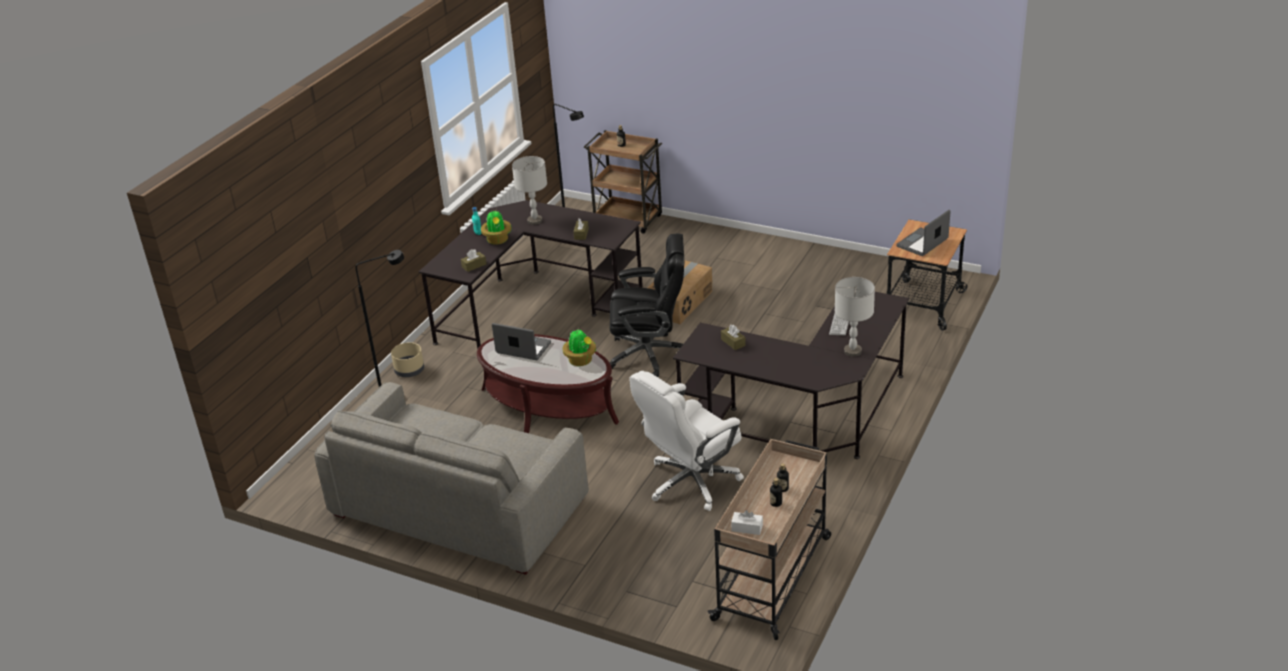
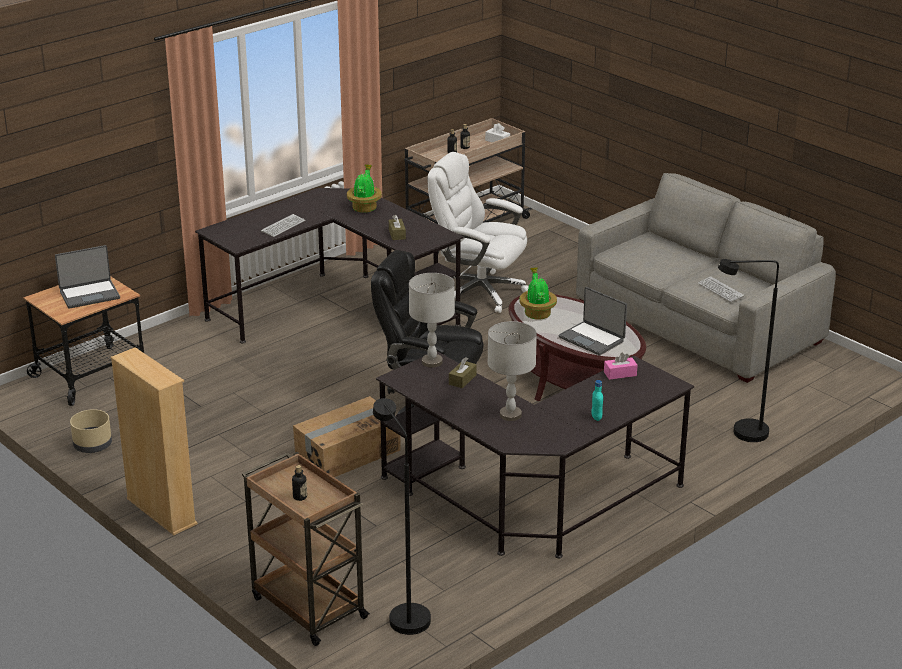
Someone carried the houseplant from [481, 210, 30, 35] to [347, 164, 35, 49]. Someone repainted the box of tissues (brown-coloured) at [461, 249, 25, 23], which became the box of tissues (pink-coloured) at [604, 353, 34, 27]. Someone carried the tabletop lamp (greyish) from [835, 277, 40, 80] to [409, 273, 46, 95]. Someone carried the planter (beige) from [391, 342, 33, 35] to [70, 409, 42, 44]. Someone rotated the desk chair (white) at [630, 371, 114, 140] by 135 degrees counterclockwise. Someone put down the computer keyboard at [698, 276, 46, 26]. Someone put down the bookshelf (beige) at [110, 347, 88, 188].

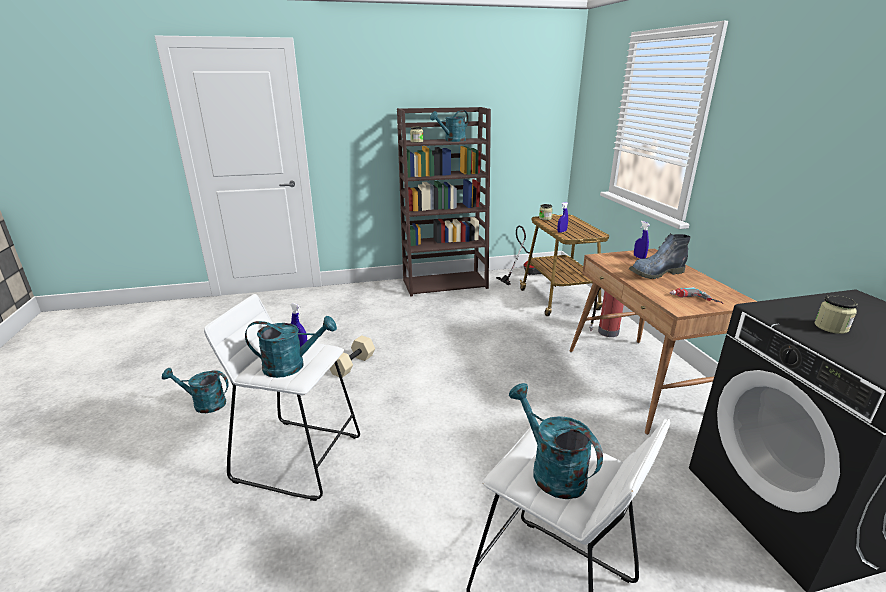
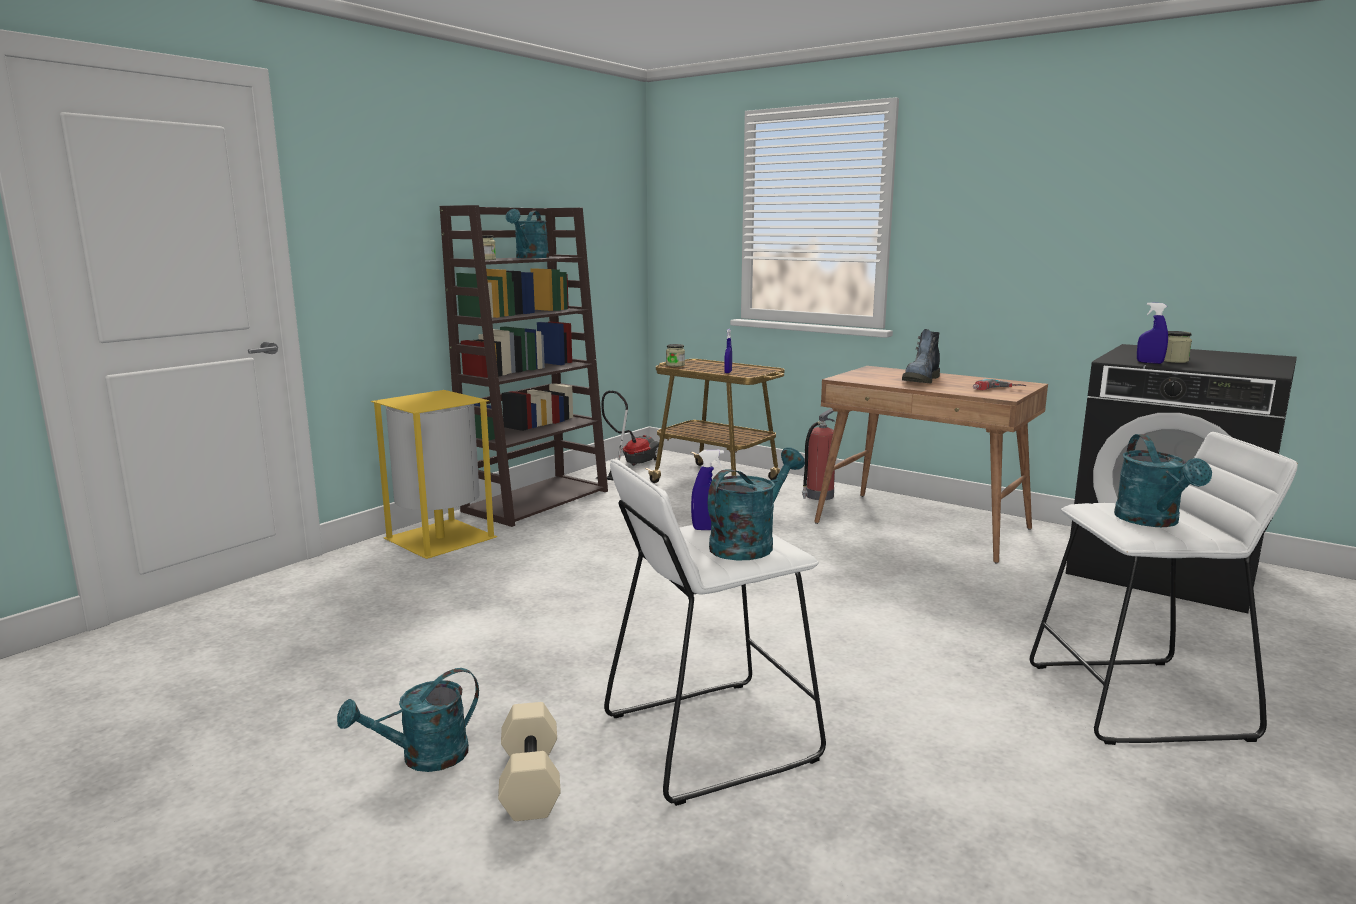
Someone carried the hand sprayer (blue) from [634, 221, 16, 38] to [1137, 302, 31, 62]. Someone carried the hand weight (beige) from [329, 335, 46, 43] to [498, 702, 63, 119]. Someone rotated the sprinkling can (turquoise) at [509, 383, 94, 116] by 105 degrees counterclockwise. Someone put down the rubbish bin (yellowish) at [371, 390, 126, 169].

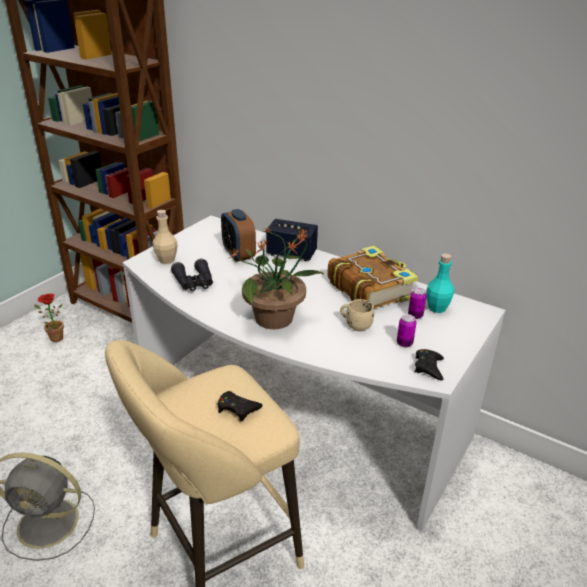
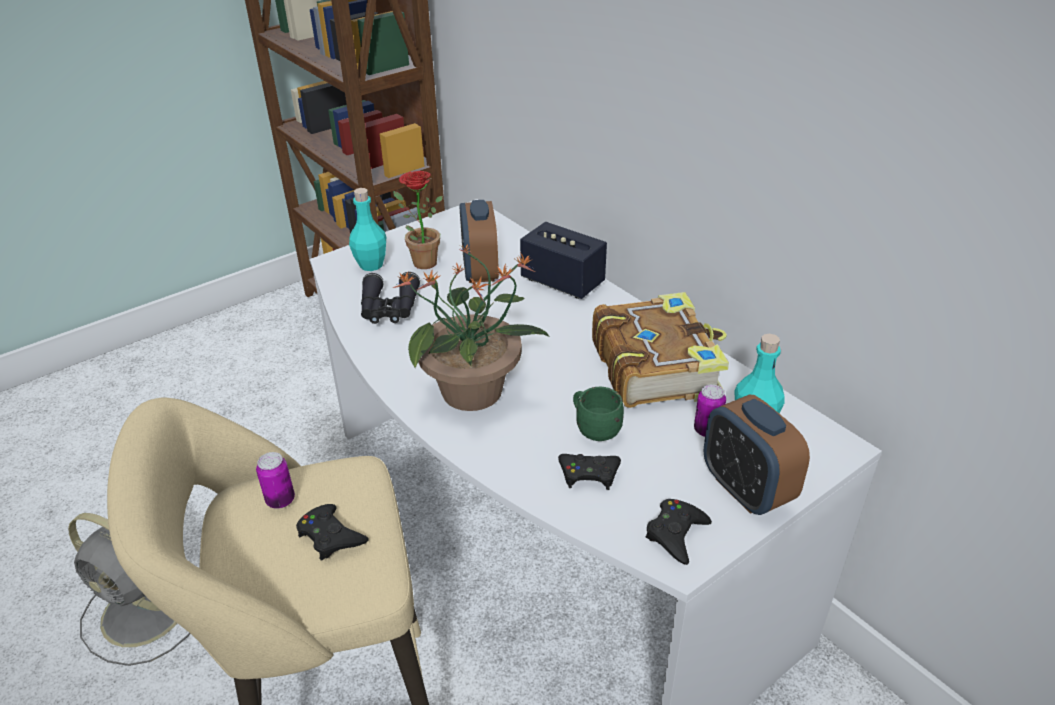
Someone repainted the beverage bottle (beige) at [152, 210, 26, 54], which became the beverage bottle (turquoise) at [349, 188, 37, 83]. Someone carried the houseplant from [34, 293, 30, 49] to [393, 171, 50, 98]. Someone repainted the mug (beige) at [340, 299, 34, 32], which became the mug (greenish) at [573, 387, 51, 54]. Someone carried the metal can from [397, 314, 19, 33] to [256, 452, 39, 57]. Someone put down the bedside clock at [704, 395, 106, 120]. Someone put down the game controller (black-coloured) at [558, 454, 63, 36].

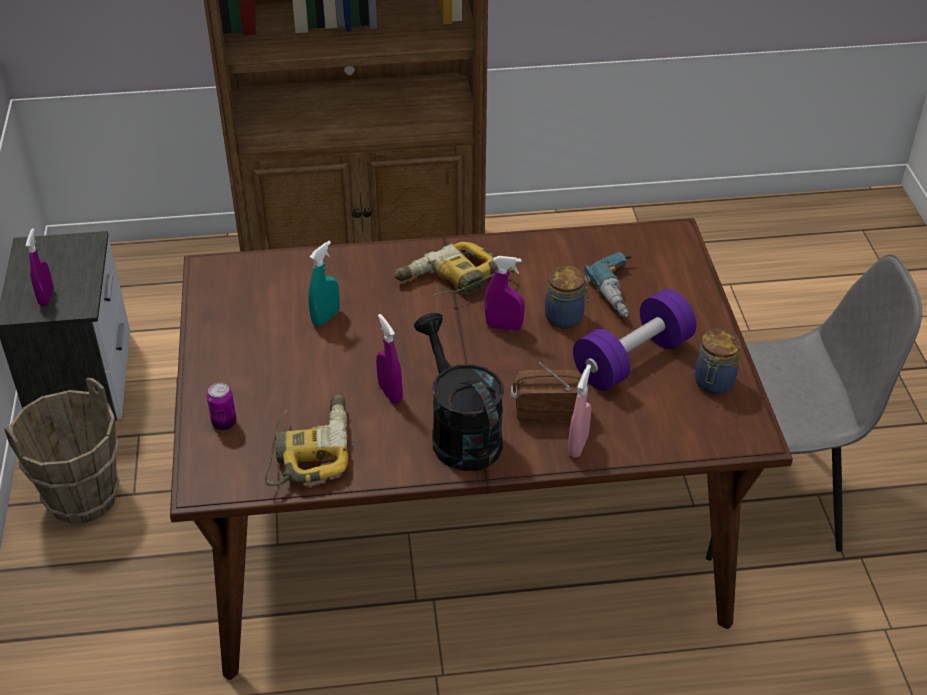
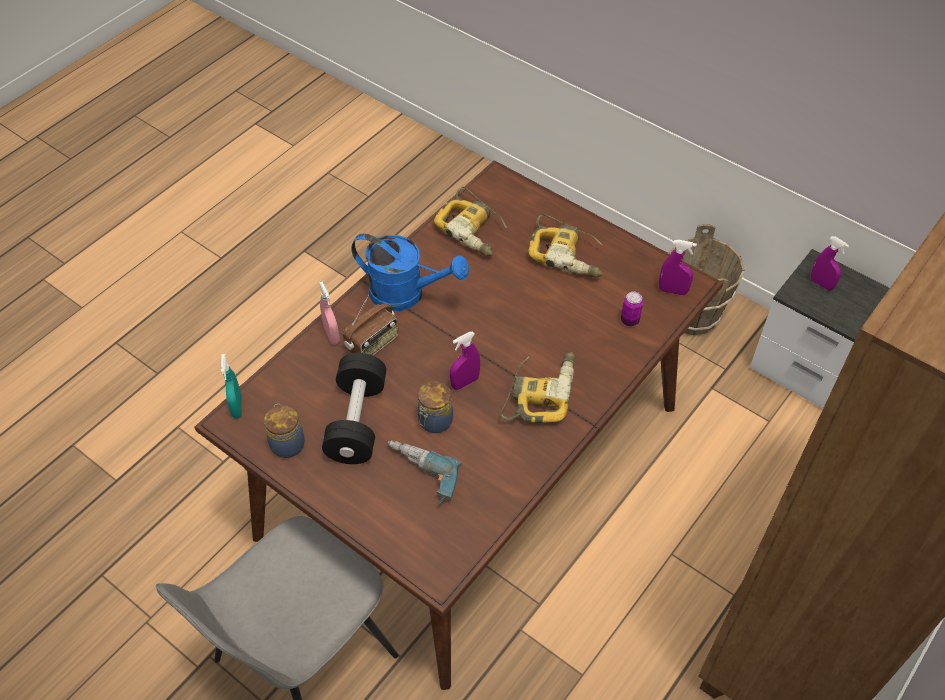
Someone carried the hand sprayer (turquoise) from [308, 241, 32, 85] to [221, 354, 21, 64]. Someone repainted the hand weight (purple-coloured) at [573, 289, 123, 102], which became the hand weight (black-coloured) at [322, 353, 64, 111]. Someone repainted the sprinkling can (black-coloured) at [414, 313, 90, 158], which became the sprinkling can (blue) at [351, 234, 118, 77]. Someone carried the hand sprayer (purple-coloured) from [376, 314, 27, 90] to [659, 240, 38, 55]. Someone carried the metal can from [207, 383, 30, 47] to [621, 292, 22, 34]. Someone put down the power drill at [528, 214, 75, 64].

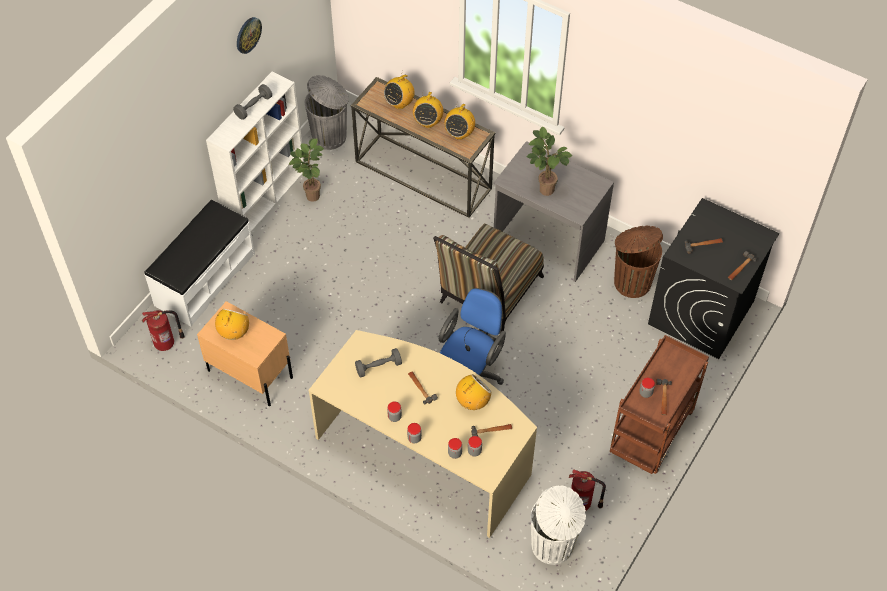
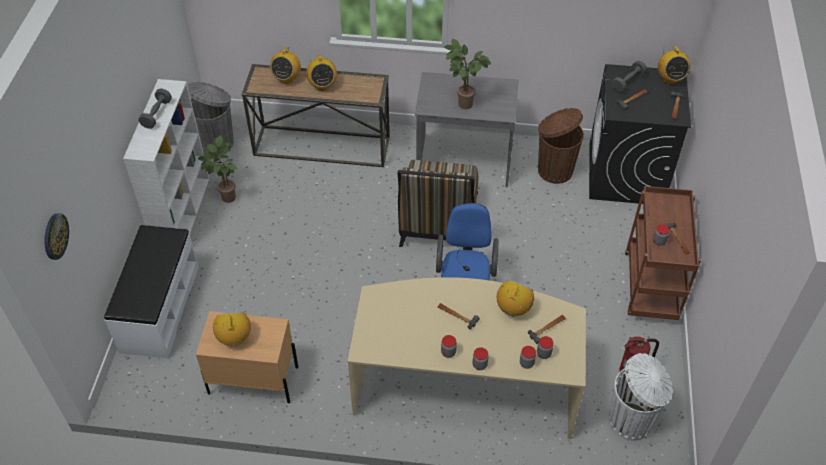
Someone carried the wall clock from [237, 17, 25, 37] to [44, 213, 25, 47]. Someone carried the radio receiver from [444, 104, 31, 36] to [658, 46, 32, 38]. Someone took away the fire-fighting cylinder at [142, 310, 43, 41]. Someone carried the hand weight (greyish) from [355, 348, 47, 29] to [611, 61, 36, 32].

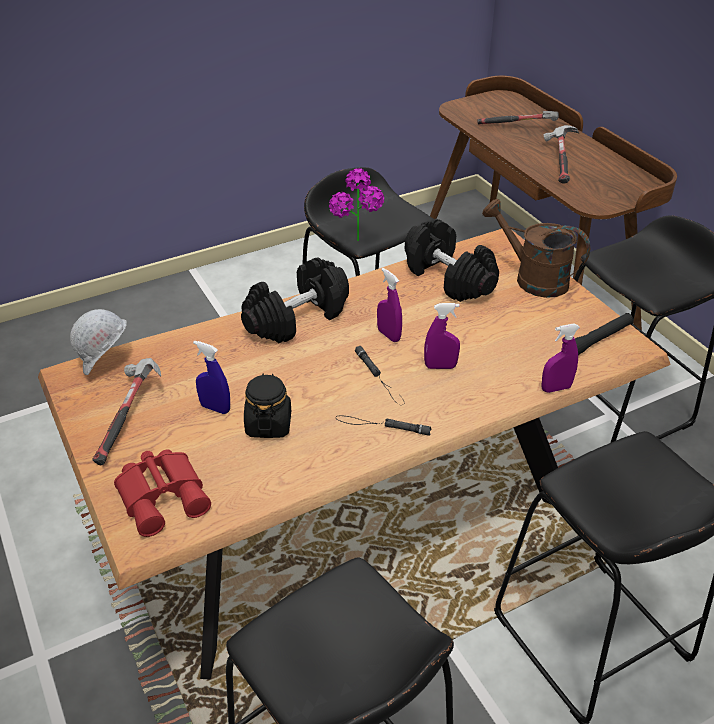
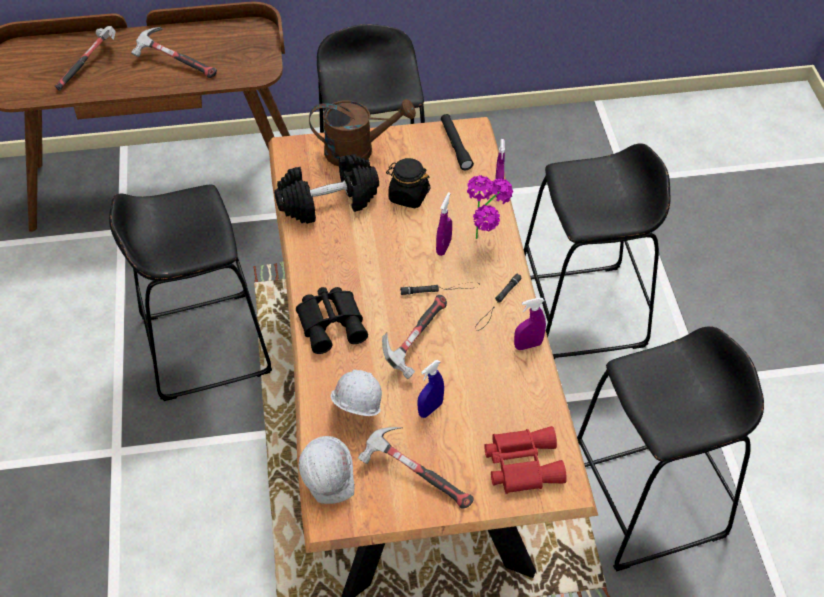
Someone carried the houseplant from [329, 168, 55, 73] to [467, 175, 46, 64]. Someone rotated the sprinkling can (brown-coloured) at [482, 199, 108, 99] by 150 degrees counterclockwise. Someone swapped the hand weight (black-coloured) at [241, 257, 108, 87] for the binoculars (black-coloured) at [296, 287, 72, 67]. Someone carried the hand sprayer (purple-coloured) from [377, 268, 25, 74] to [514, 298, 32, 52]. Someone carried the preserve jar (black-coloured) from [244, 374, 47, 64] to [386, 158, 45, 50]. Someone put down the hand hammer at [382, 295, 65, 84]. Someone put down the safety helmet (white) at [331, 370, 51, 46].

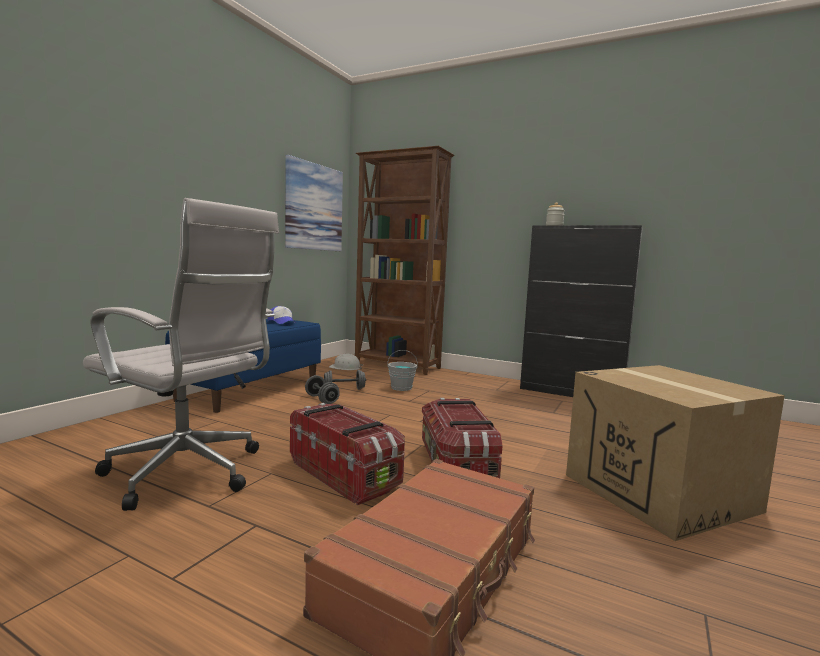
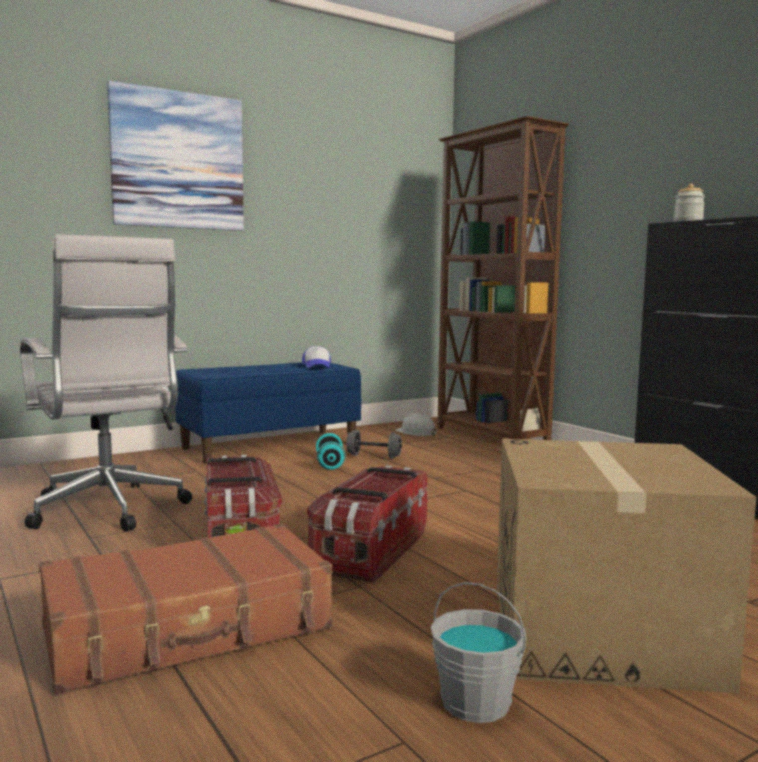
Someone carried the picture from [285, 155, 58, 96] to [107, 81, 137, 150]. Someone carried the water bucket (greyish) from [387, 350, 31, 41] to [431, 582, 95, 141]. Someone repainted the hand weight (greyish) at [305, 375, 35, 29], which became the hand weight (turquoise) at [316, 433, 29, 37].

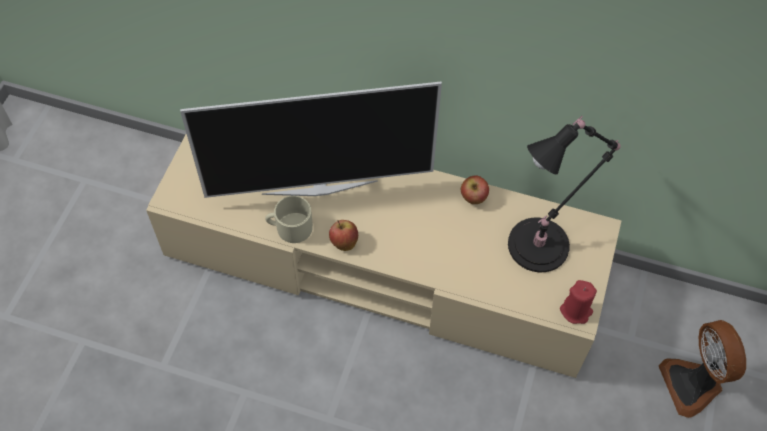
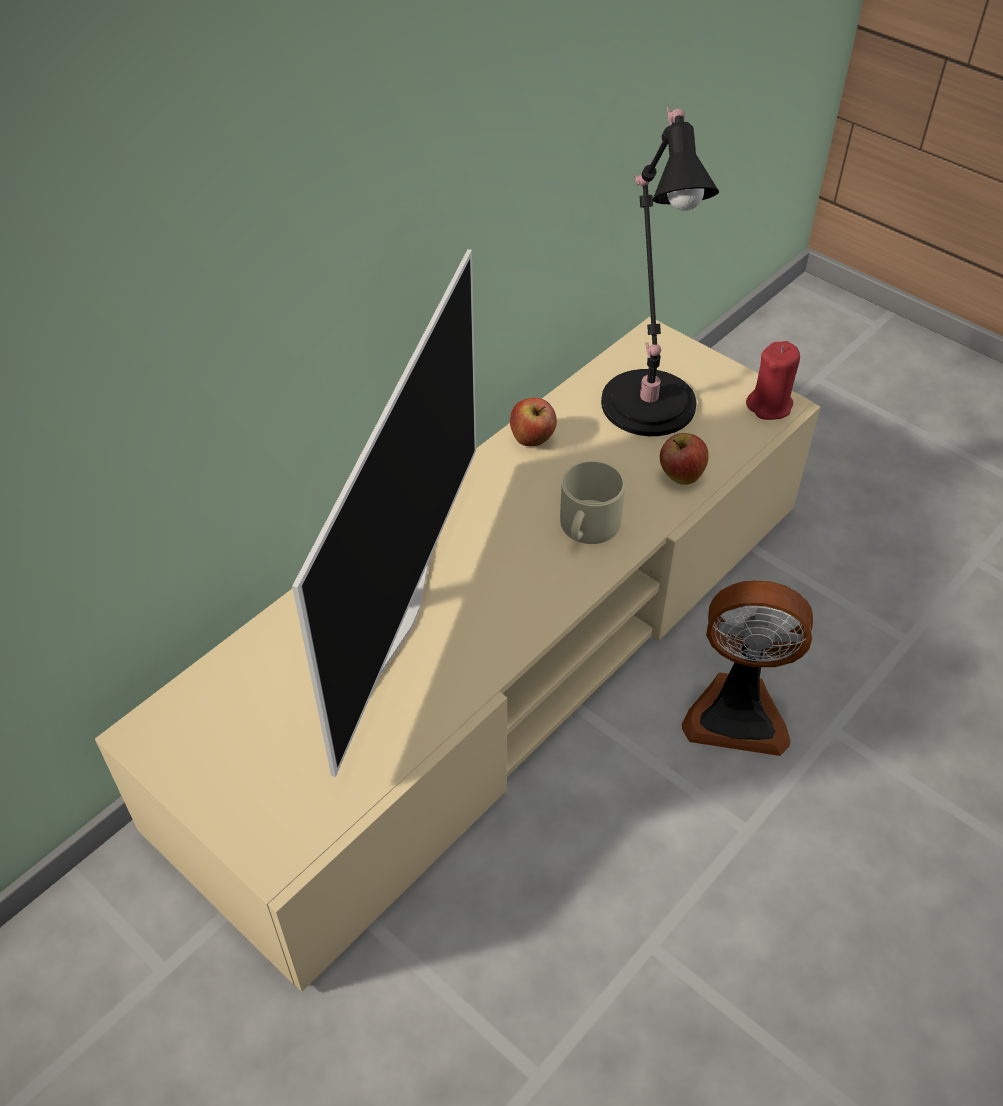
Someone carried the mug (beige) from [265, 196, 48, 47] to [560, 461, 65, 83]. Someone carried the apple from [329, 220, 29, 31] to [660, 433, 48, 52]. Someone carried the fan from [659, 320, 87, 98] to [682, 581, 131, 175].

